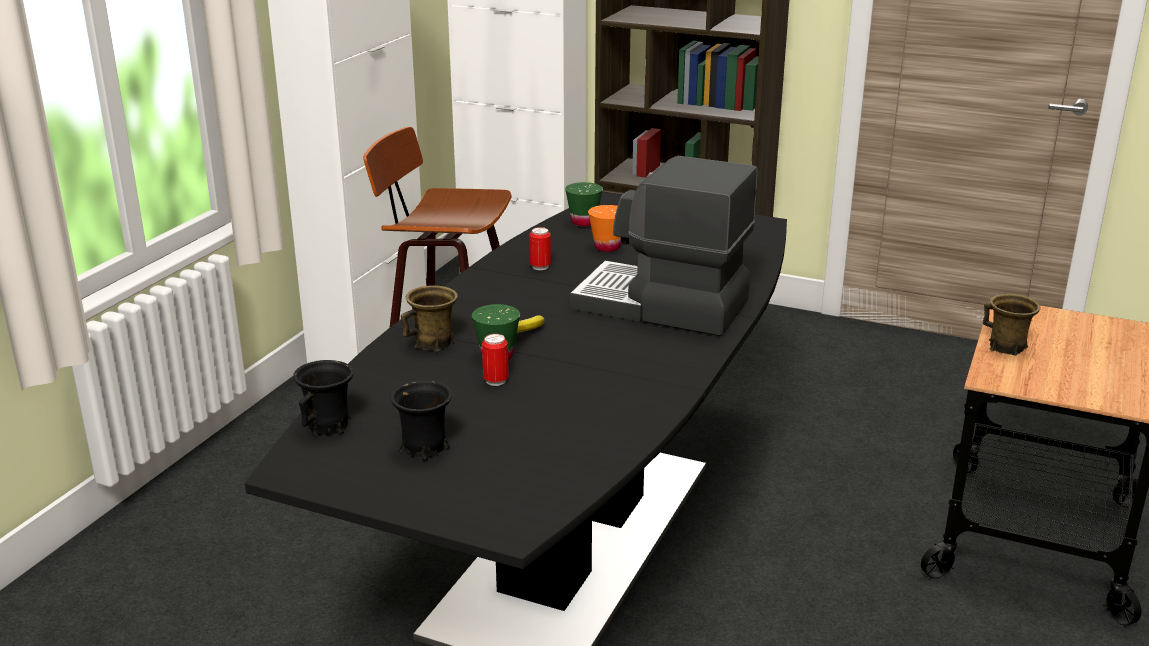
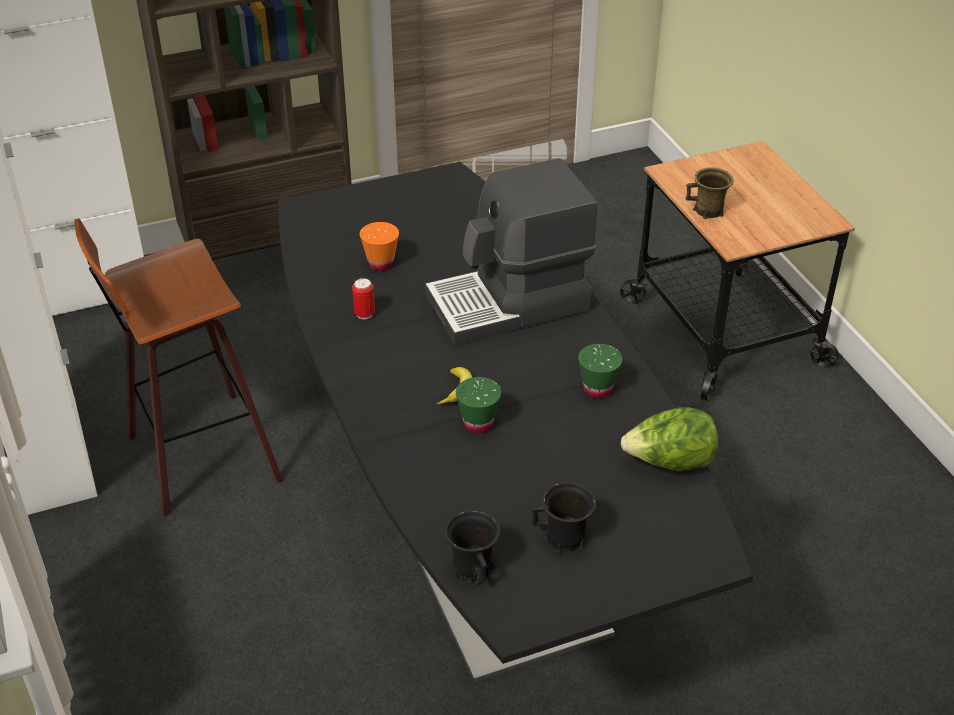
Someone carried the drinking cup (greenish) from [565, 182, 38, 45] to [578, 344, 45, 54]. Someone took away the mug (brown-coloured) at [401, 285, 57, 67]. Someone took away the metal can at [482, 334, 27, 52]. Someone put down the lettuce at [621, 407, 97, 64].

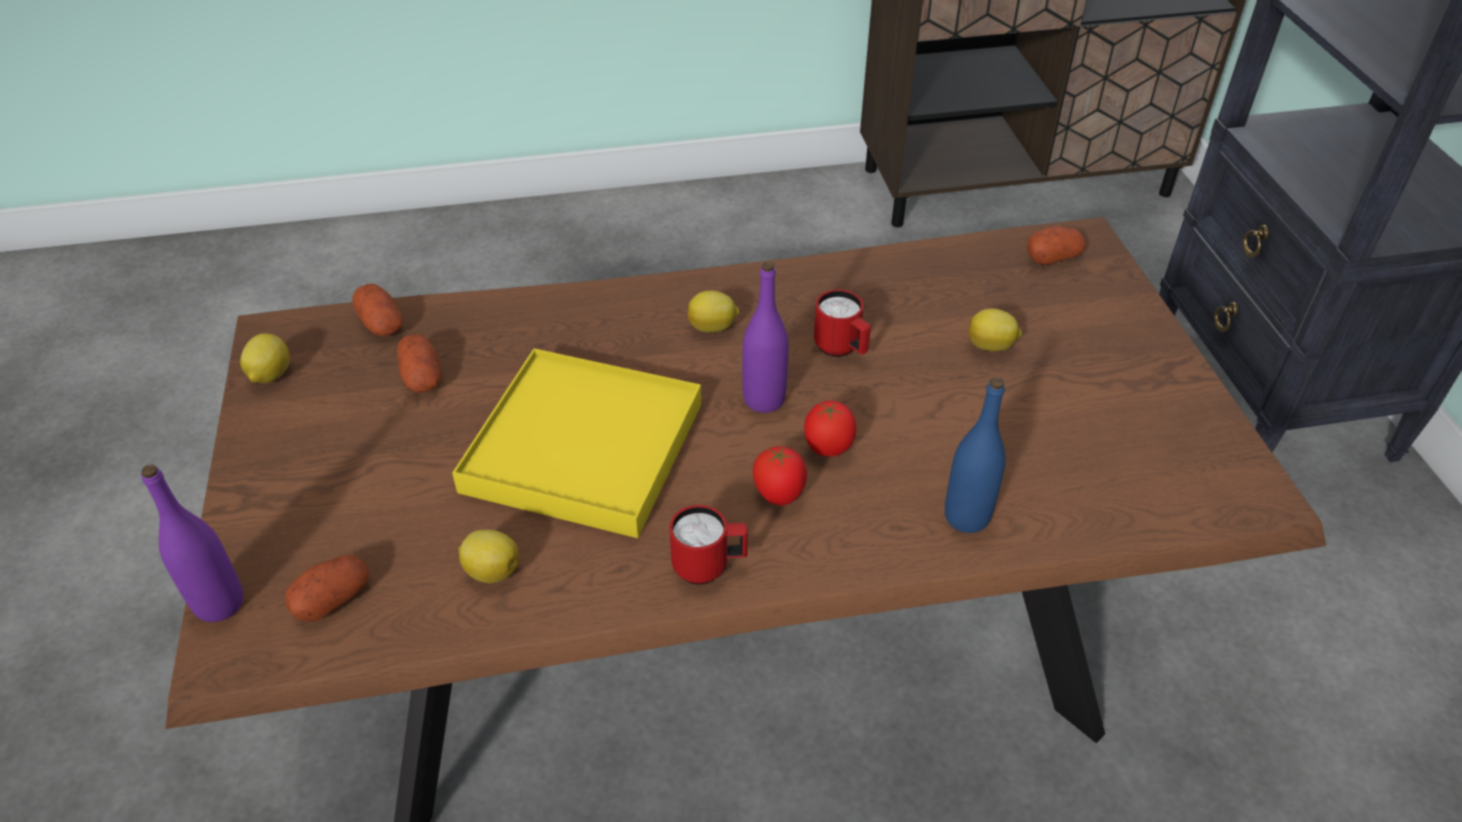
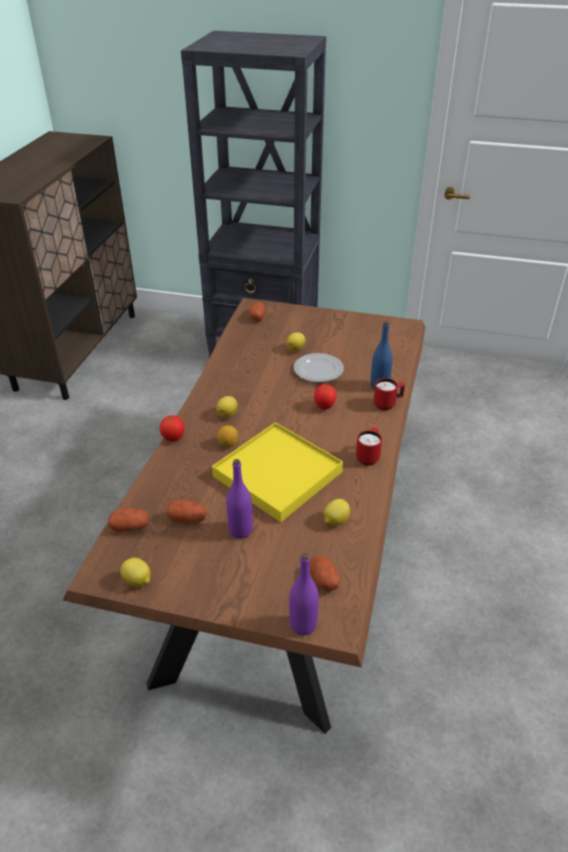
Someone carried the beverage bottle (purple-coloured) from [742, 262, 47, 151] to [226, 459, 27, 79]. Someone carried the mug (reddish) from [814, 290, 57, 67] to [374, 378, 31, 32]. Someone carried the fresh tomato from [753, 446, 54, 60] to [160, 415, 24, 27]. Someone put down the plate at [294, 353, 50, 30]. Someone put down the whole lemon at [217, 425, 21, 23].

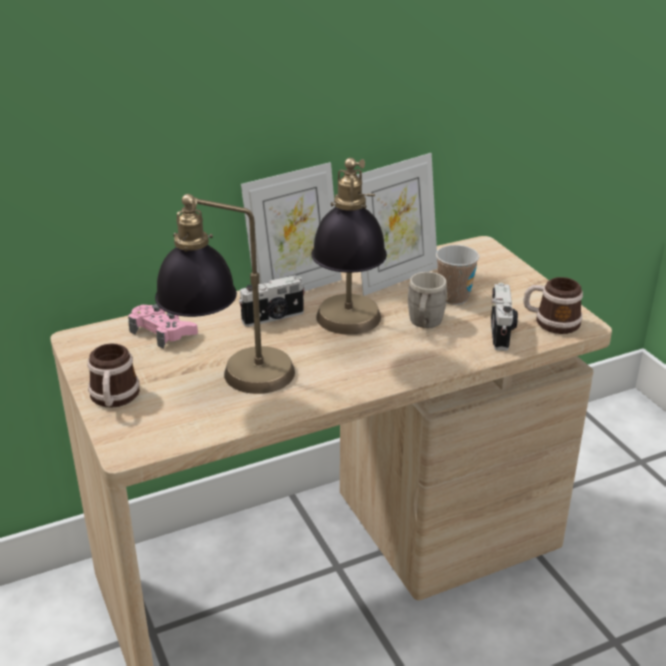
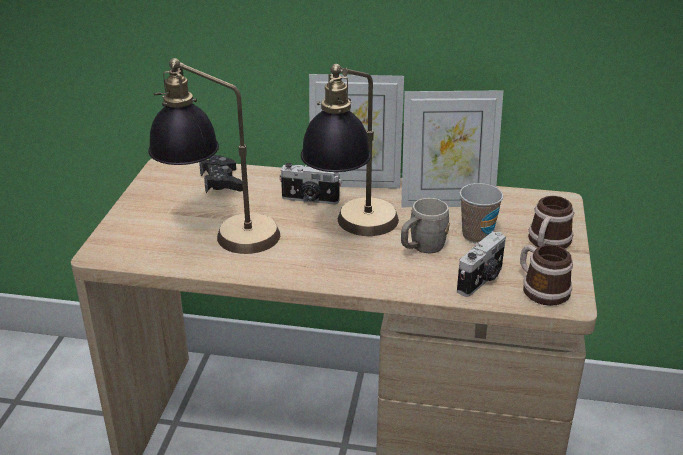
Someone repainted the game controller (pink-coloured) at [128, 304, 70, 45], which became the game controller (black-coloured) at [199, 155, 44, 38]. Someone carried the mug from [88, 344, 52, 64] to [528, 196, 46, 53].

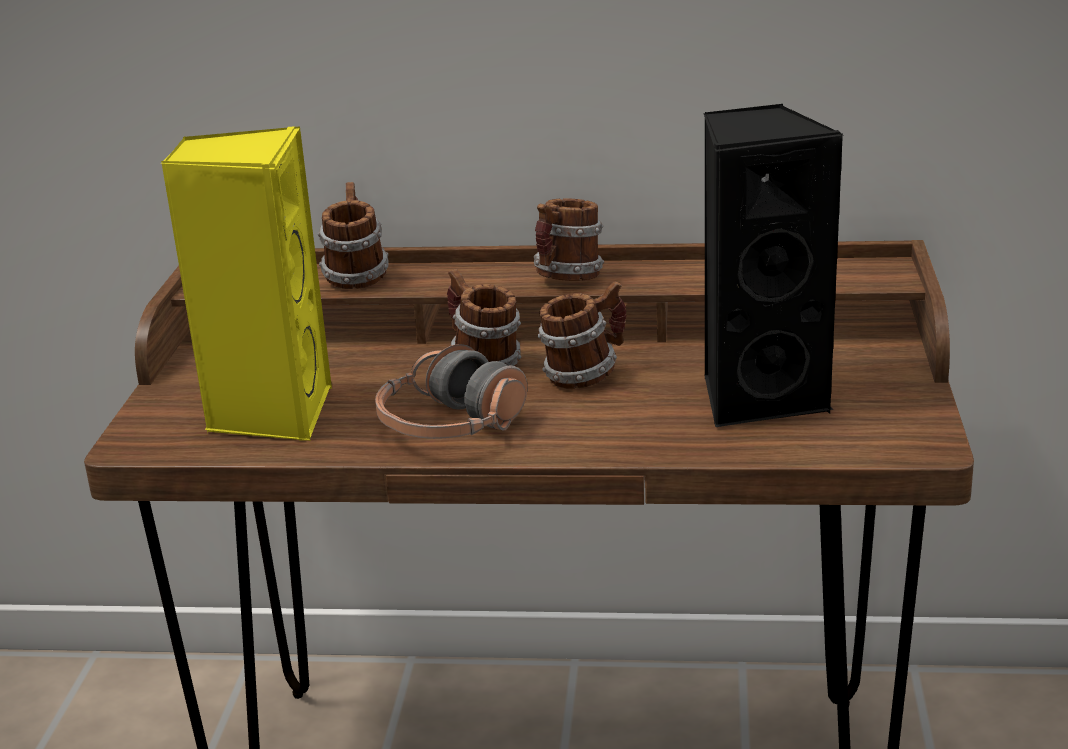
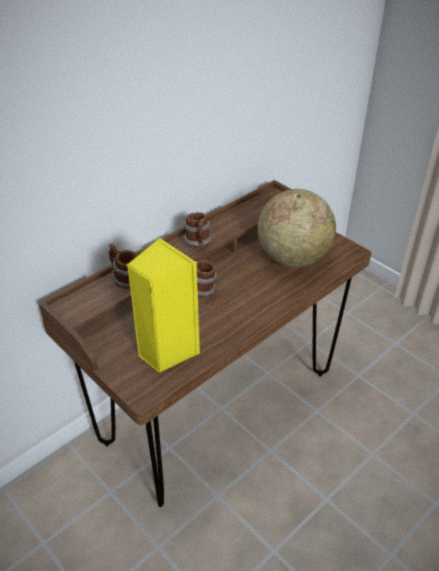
Someone swapped the speaker (black-coloured) at [703, 104, 141, 323] for the world globe at [258, 189, 78, 78]. Someone took away the mug at [538, 281, 88, 108]. Someone took away the headphones at [375, 344, 153, 95].

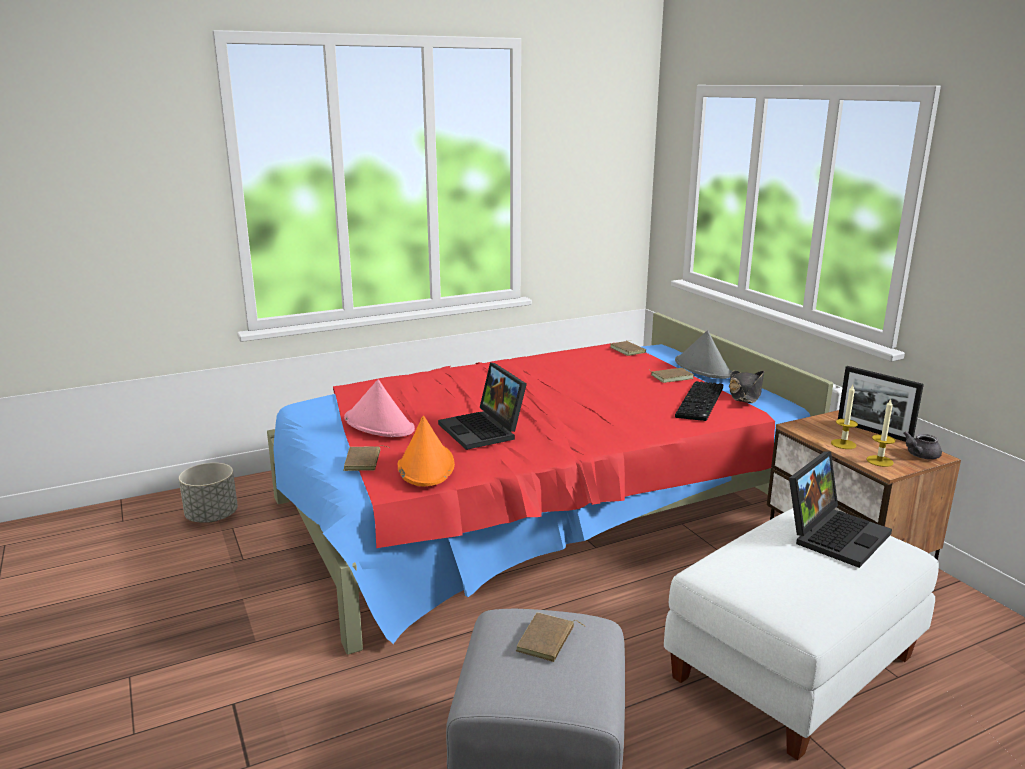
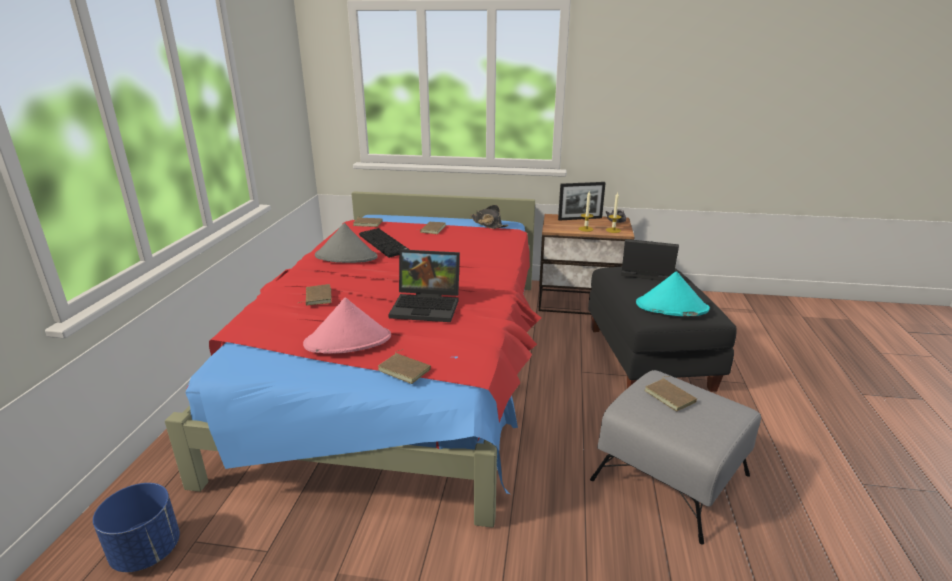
Someone carried the clothing hat (greyish) from [675, 330, 57, 49] to [315, 223, 63, 40]. Someone carried the computer keyboard from [675, 381, 48, 40] to [359, 228, 51, 30]. Someone took away the clothing hat (orangey) at [398, 416, 57, 71]. Someone rotated the notebook computer at [789, 451, 103, 117] by 60 degrees counterclockwise. Someone repainted the planter (greyish) at [179, 463, 59, 60], which became the planter (blue) at [93, 483, 87, 89]. Someone repainted the footrest (white) at [664, 508, 275, 252], which became the footrest (black-coloured) at [588, 267, 149, 125]. Someone put down the clothing hat (turquoise) at [636, 271, 74, 45]. Someone put down the volume (brown-coloured) at [298, 284, 34, 22].

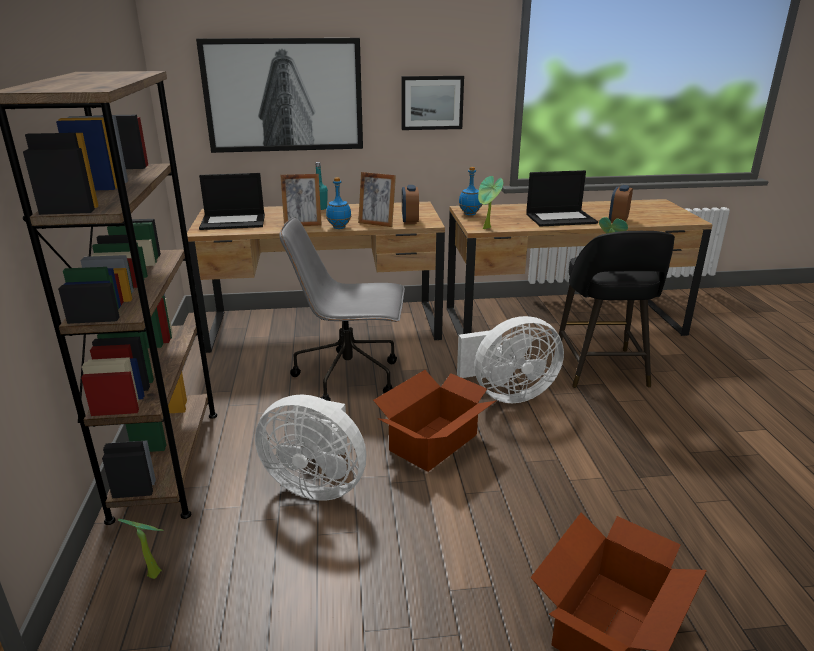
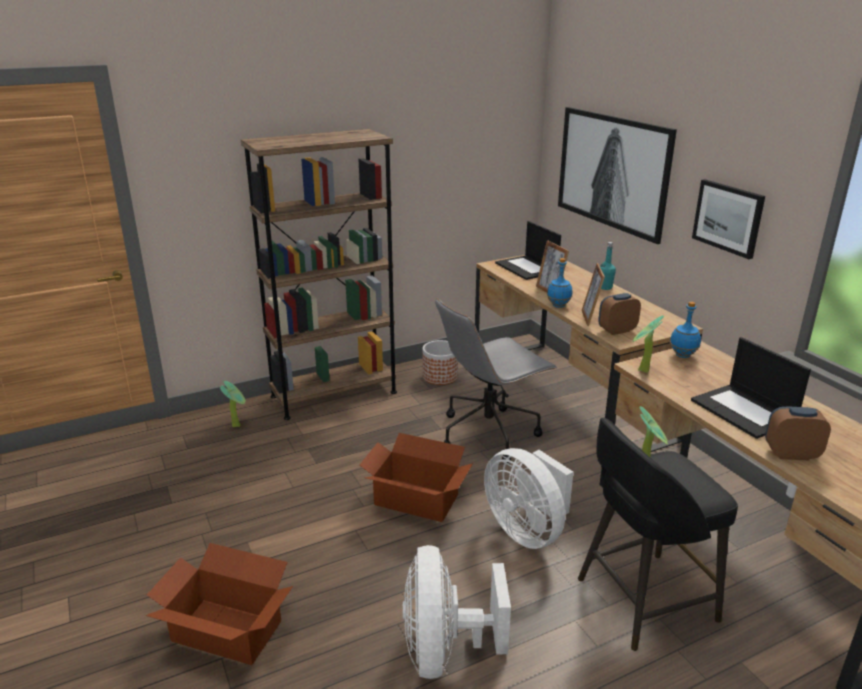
Someone rotated the desk chair (greyish) at [279, 217, 126, 184] by 105 degrees counterclockwise. Someone carried the fan (white) from [255, 394, 111, 107] to [403, 545, 108, 134]. Someone put down the planter at [422, 340, 36, 45].

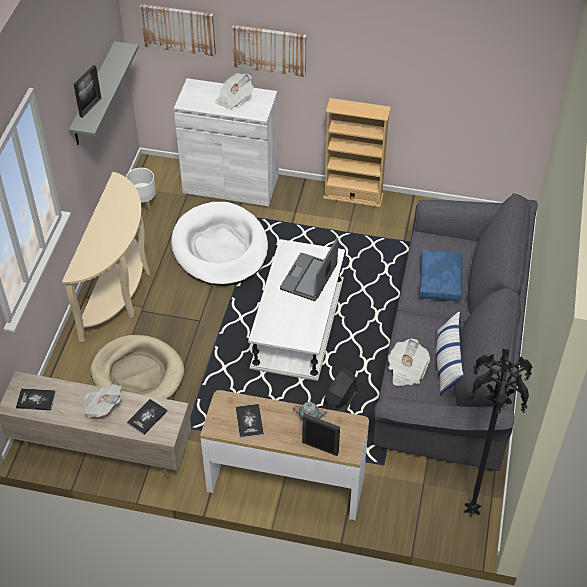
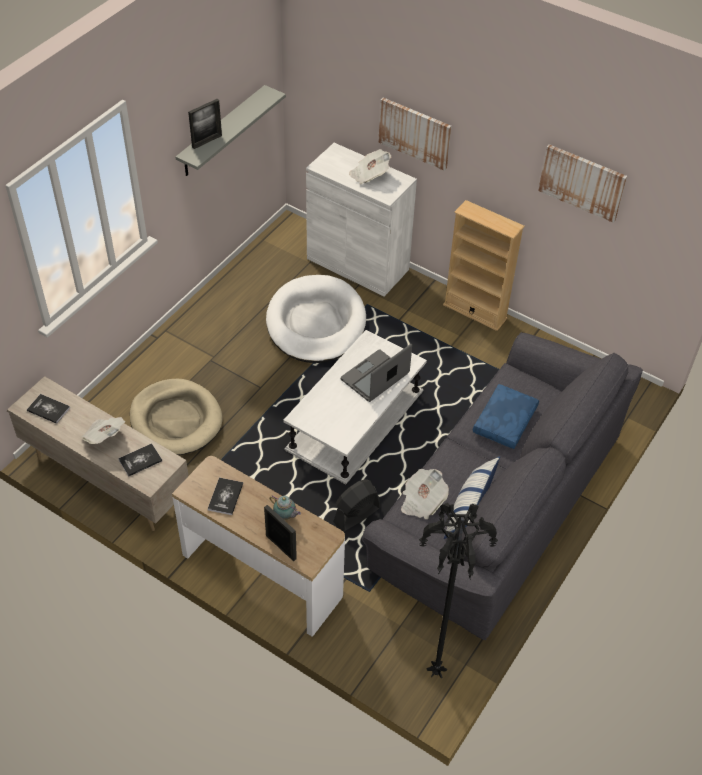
Someone carried the picture from [140, 4, 76, 53] to [538, 144, 89, 79]. Someone took away the planter (white) at [126, 168, 31, 46]. Someone took away the narrow table (beige) at [62, 172, 88, 170].

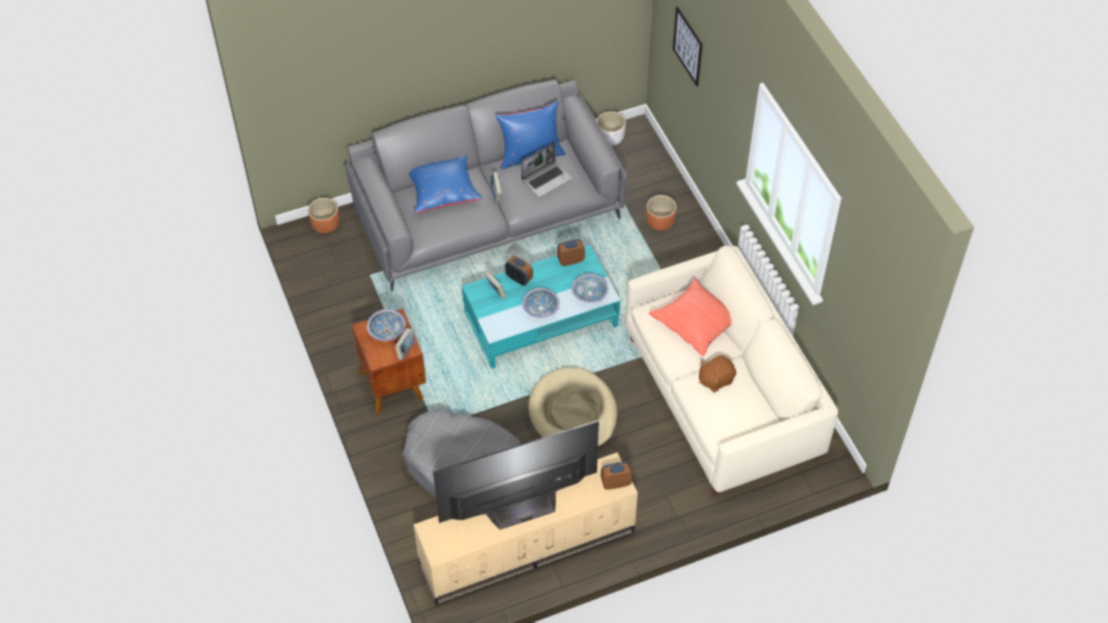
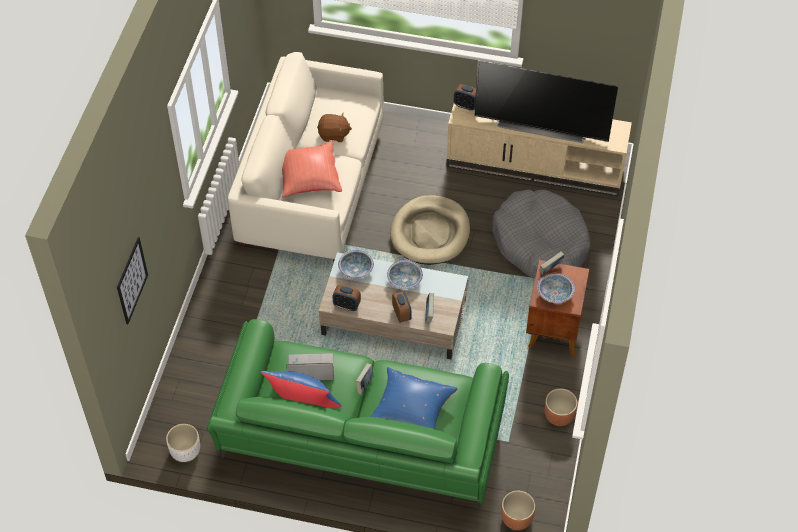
Someone repainted the sofa (greyish) at [345, 79, 282, 212], which became the sofa (greenish) at [207, 319, 302, 191]. Someone carried the planter (brown-coloured) from [646, 195, 31, 36] to [545, 388, 33, 38]. Someone repainted the lounge table (turquoise) at [462, 245, 158, 124], which became the lounge table (beige) at [319, 252, 149, 107].

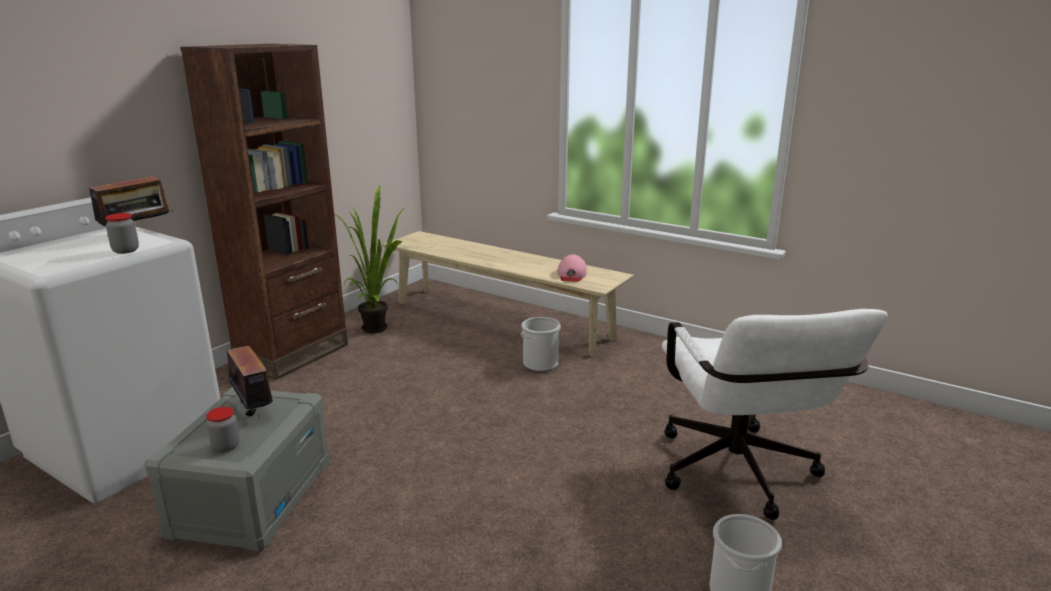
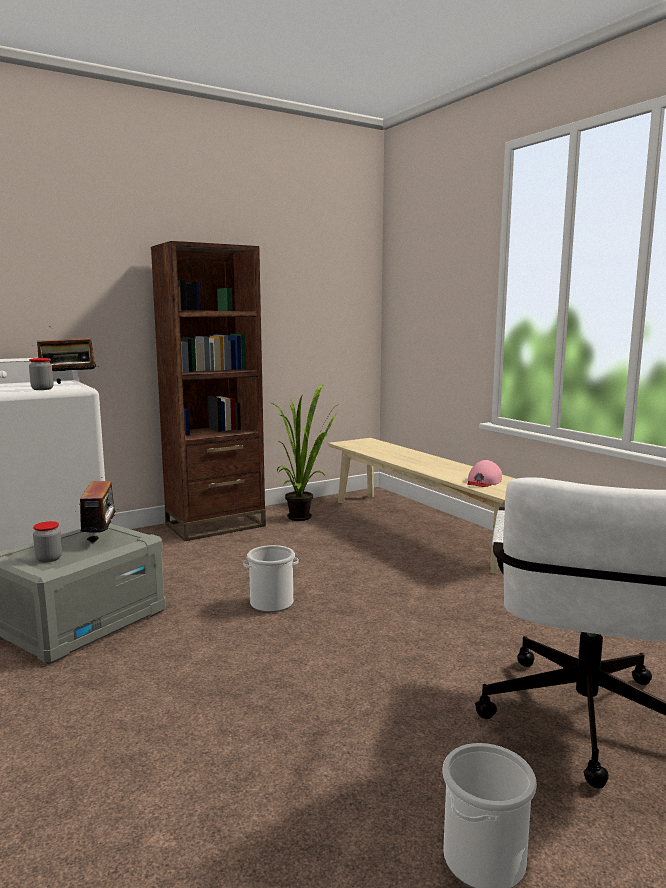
Someone carried the water bucket from [521, 317, 40, 55] to [243, 545, 55, 67].

